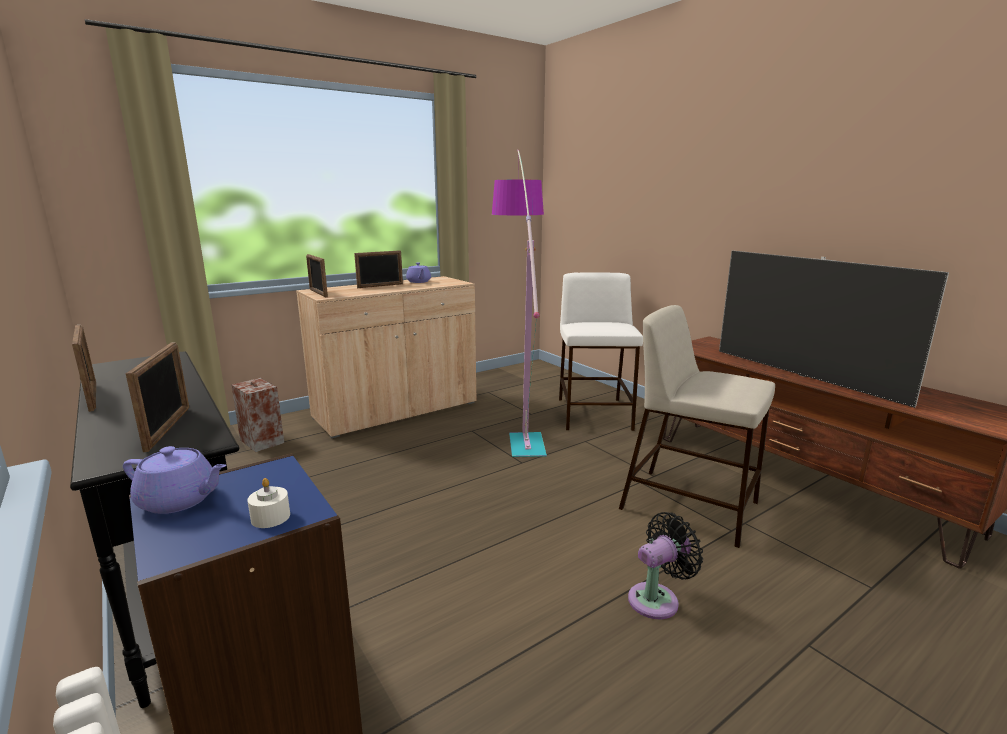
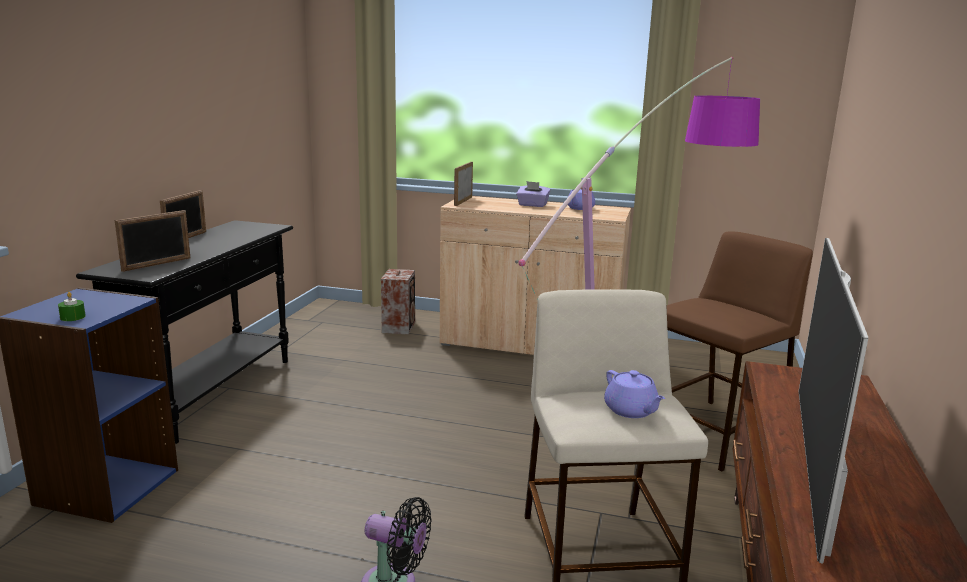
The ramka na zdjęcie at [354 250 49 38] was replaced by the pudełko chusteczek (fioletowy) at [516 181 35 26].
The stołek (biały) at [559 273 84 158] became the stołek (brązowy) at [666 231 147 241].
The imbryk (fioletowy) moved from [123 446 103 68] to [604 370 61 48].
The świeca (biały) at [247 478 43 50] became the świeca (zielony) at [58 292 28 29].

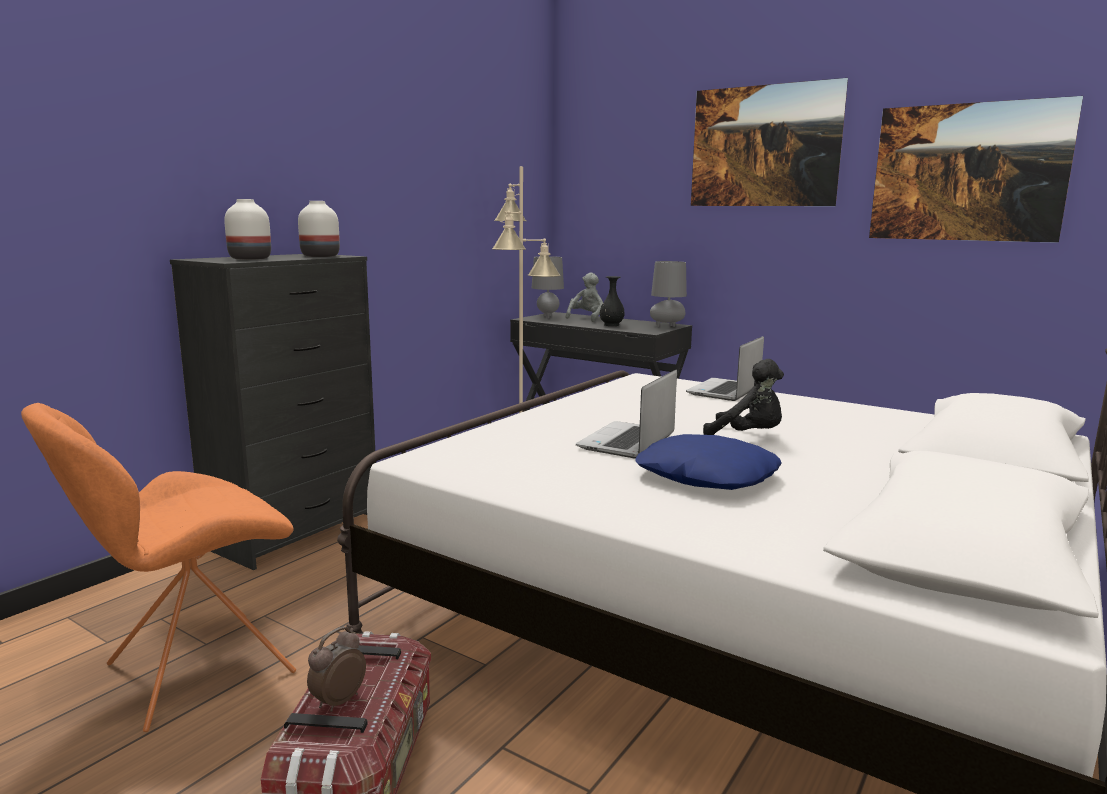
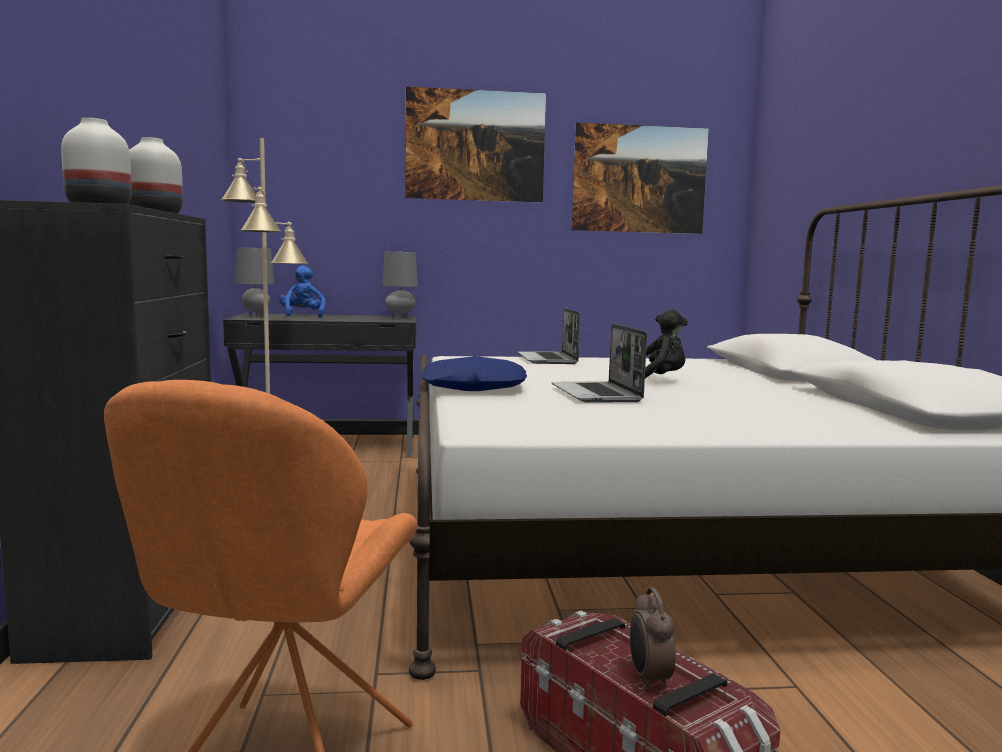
The pluszak (szary) at [565 272 38 50] became the pluszak (niebieski) at [279 266 47 52].
The wazon (czarny) at [600 276 25 50] disappeared.
The poduszka (niebieski) moved from [635 434 147 56] to [420 356 107 35].

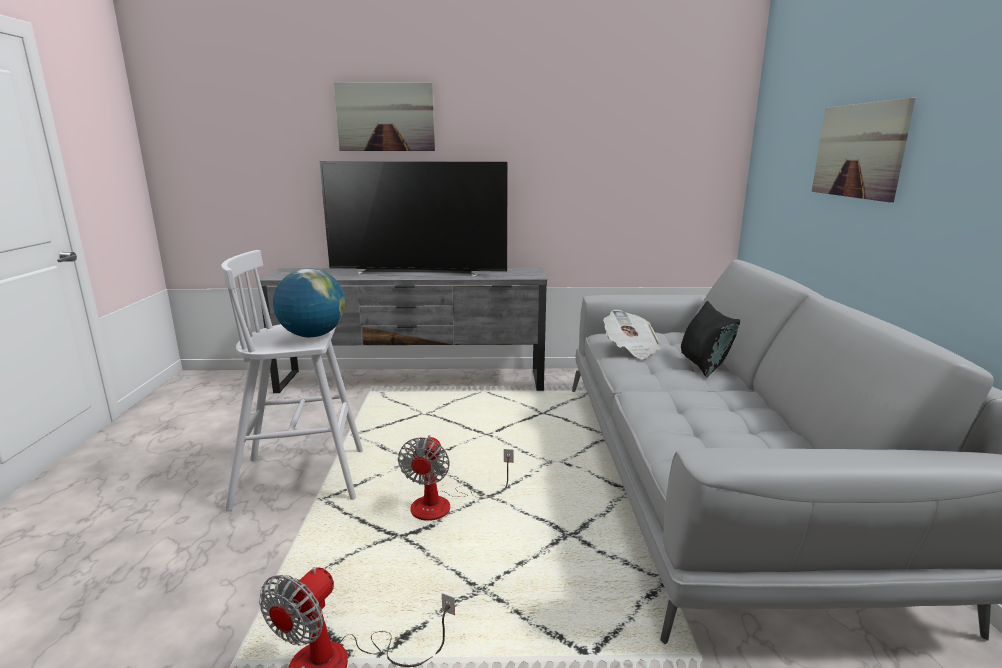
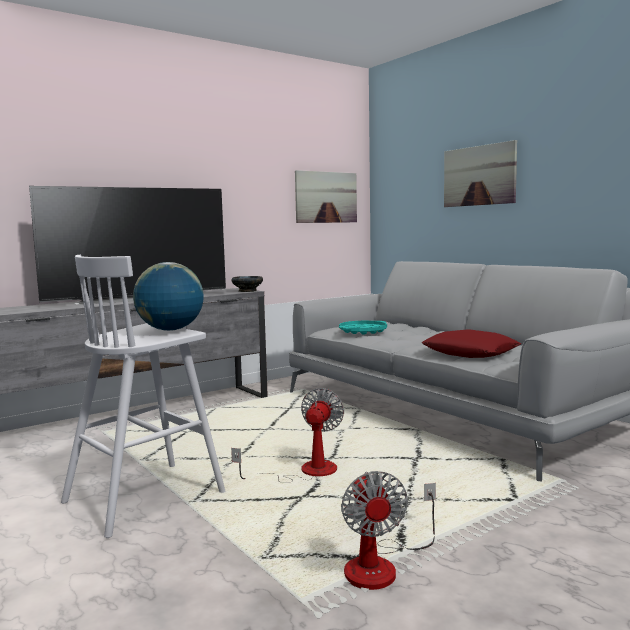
The obraz moved from [334 82 101 69] to [295 170 62 53].
The poduszka (czarny) at [681 301 59 76] disappeared.
The gazeta at [603 310 58 49] was replaced by the taca (turkusowy) at [339 321 48 14].
The wentylator at [398 435 116 86] turned 135 degrees counterclockwise.
The miska (czarny) at [231 276 32 16] appeared.
The poduszka (czerwony) at [421 329 100 29] appeared.

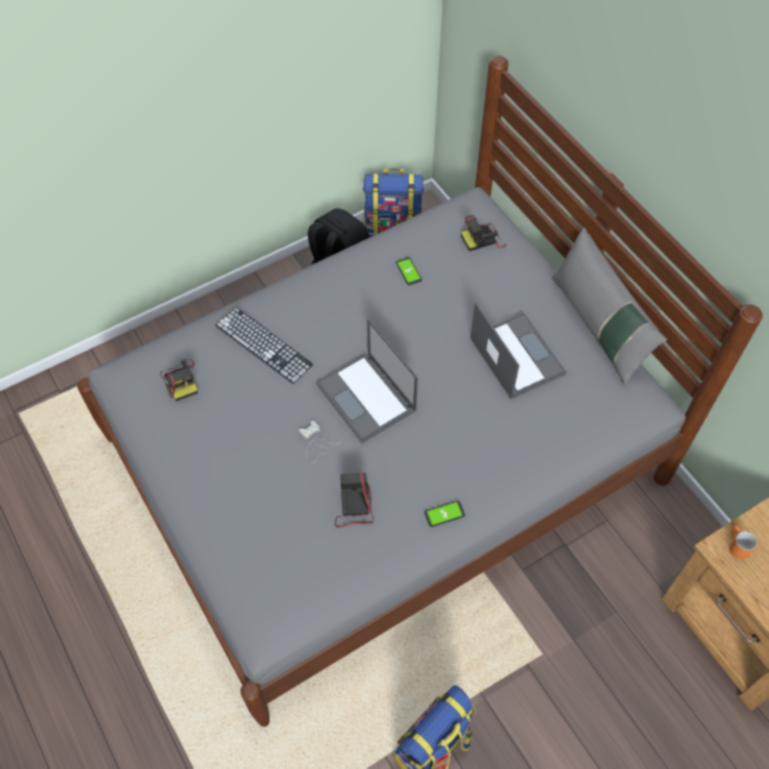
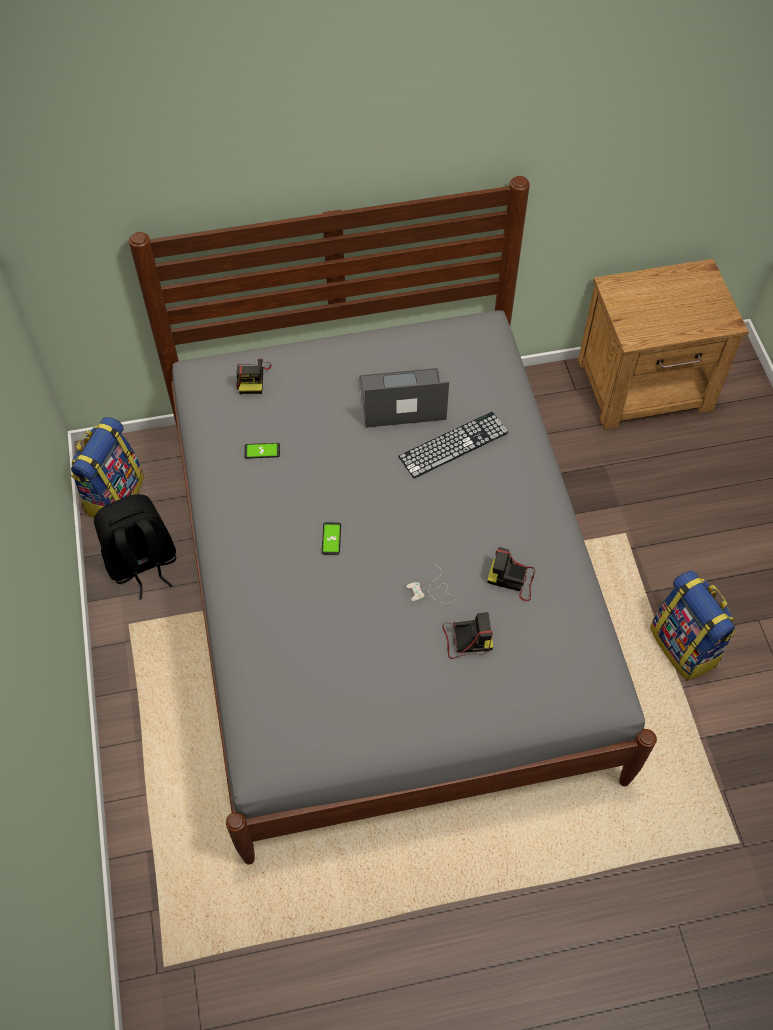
The poduszka (szary) at [552 228 115 159] disappeared.
The klawiatura moved from [215 307 98 77] to [398 412 111 66].
The laptop at [316 319 102 124] disappeared.
The aparat fotograficzny moved from [160 359 38 42] to [442 612 51 47].
The telefon moved from [424 501 41 26] to [322 522 19 33].
The kubek (pomarańczowy) at [729 525 28 34] disappeared.

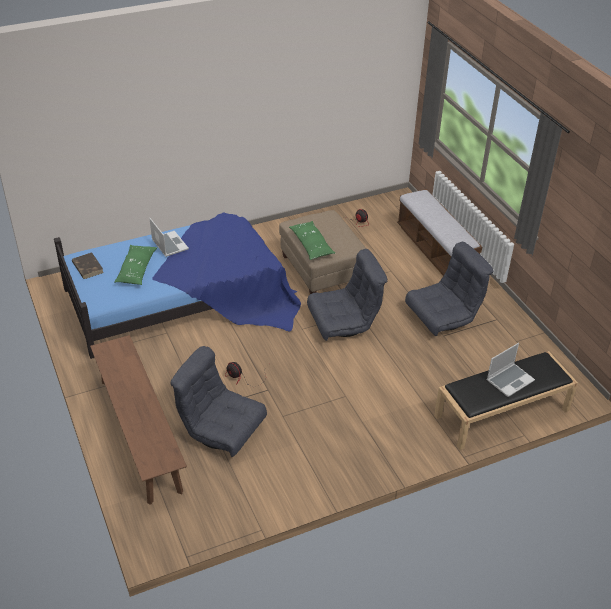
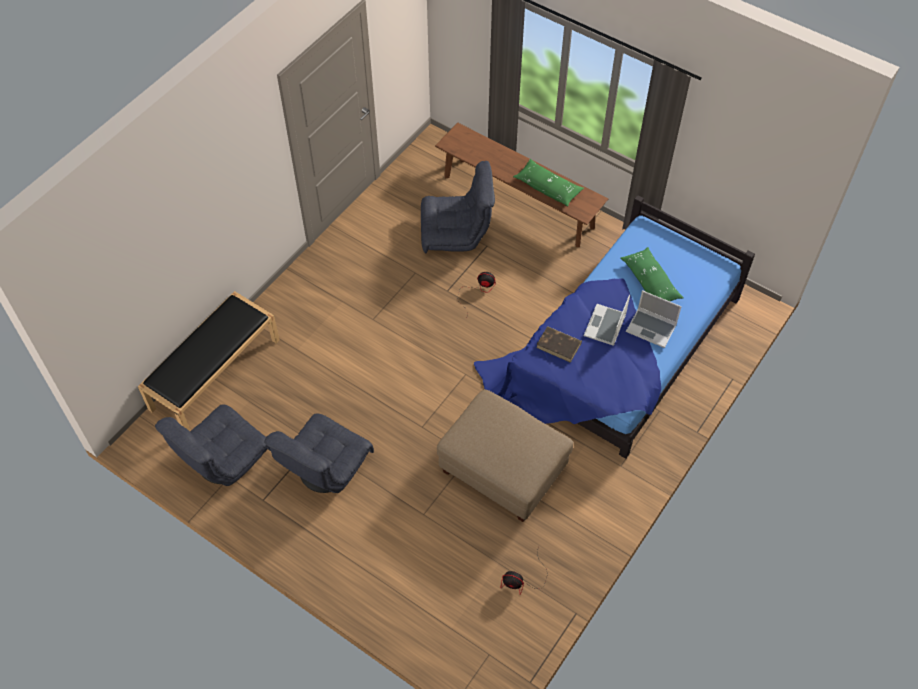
The ławka at [397 189 85 87] disappeared.
The poduszka (zielony) moved from [289 221 46 39] to [513 159 71 48].
The fotel (szary) moved from [307 249 80 92] to [155 404 116 82].
The książka (brązowy) moved from [72 252 32 27] to [536 326 46 37].
The laptop moved from [487 343 48 54] to [584 295 46 51].

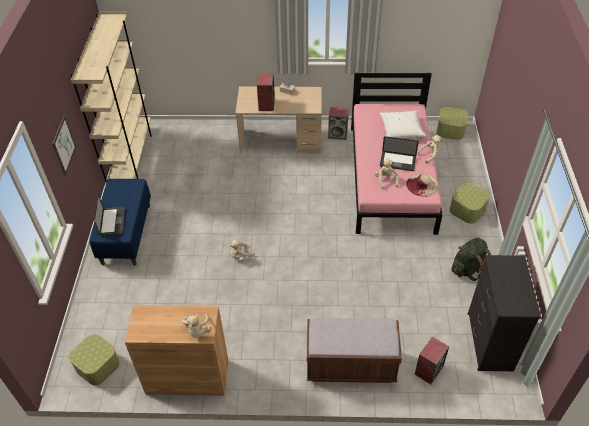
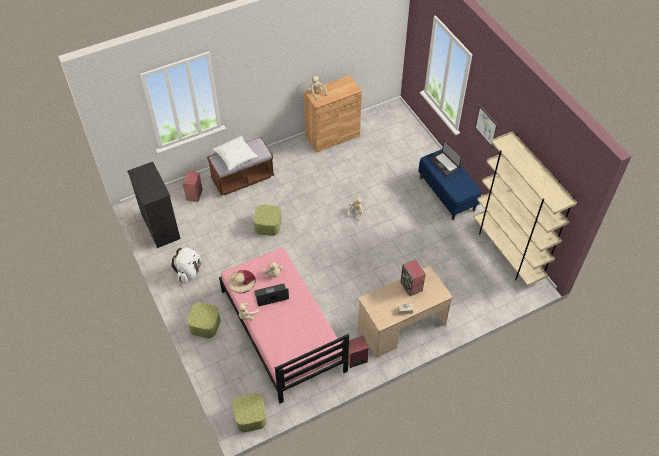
The poduszka (biały) moved from [380 111 46 28] to [213 136 45 34].
The plecak (zielony) at [451 238 40 43] became the plecak (biały) at [171 247 30 36].
The pojemnik do przechowywania moved from [69 334 50 52] to [253 204 29 32].

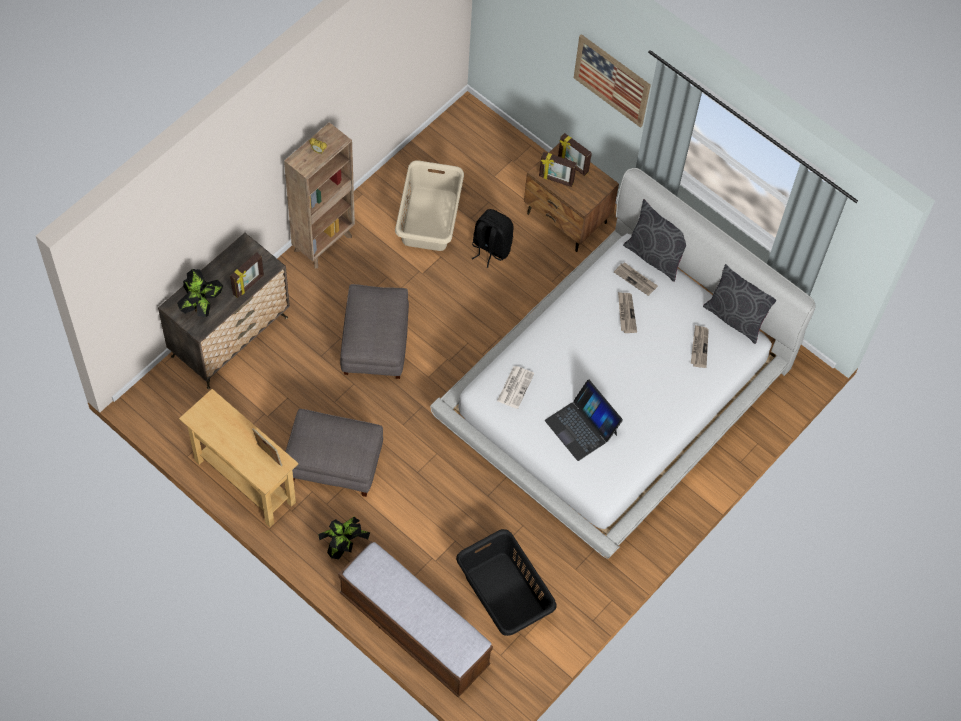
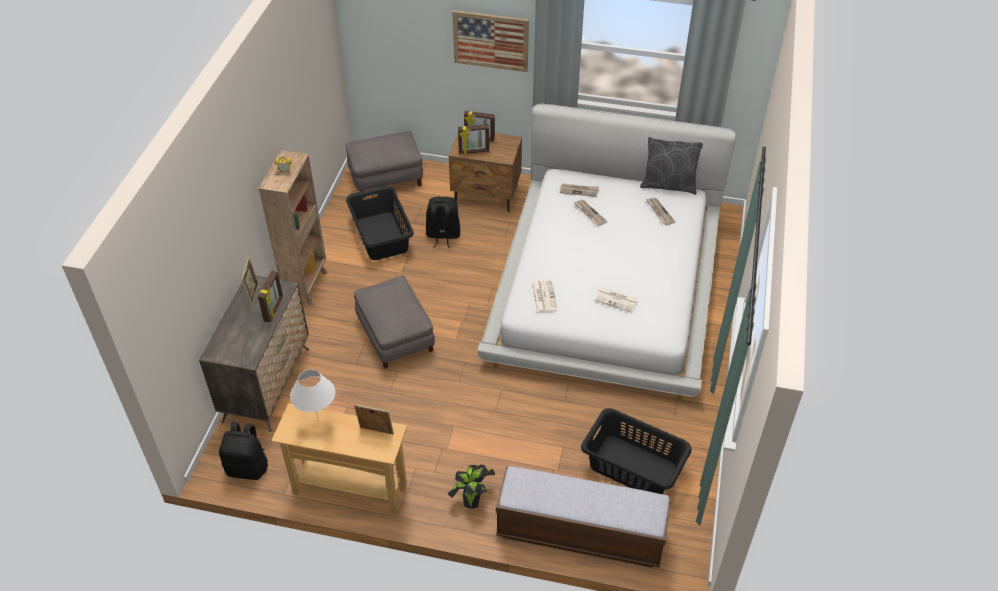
The kosz na pranie (beżowy) at [395 160 69 91] became the kosz na pranie (czarny) at [346 186 68 74].
The poduszka (szary) at [623 199 63 83] disappeared.
The roślina doniczkowa at [177 269 46 48] disappeared.
The laptop at [545 380 78 81] was replaced by the gazeta at [594 287 45 26].
The pufa (szary) moved from [285 409 98 88] to [346 131 77 67].
The ramka na zdjęcie at [241 257 18 49] appeared.
The lampa stołowa (biały) at [290 370 45 52] appeared.
The plecak (czarny) at [219 422 49 58] appeared.

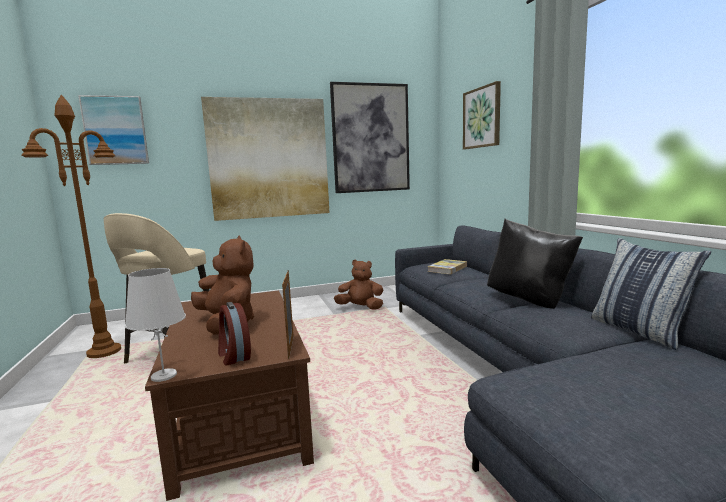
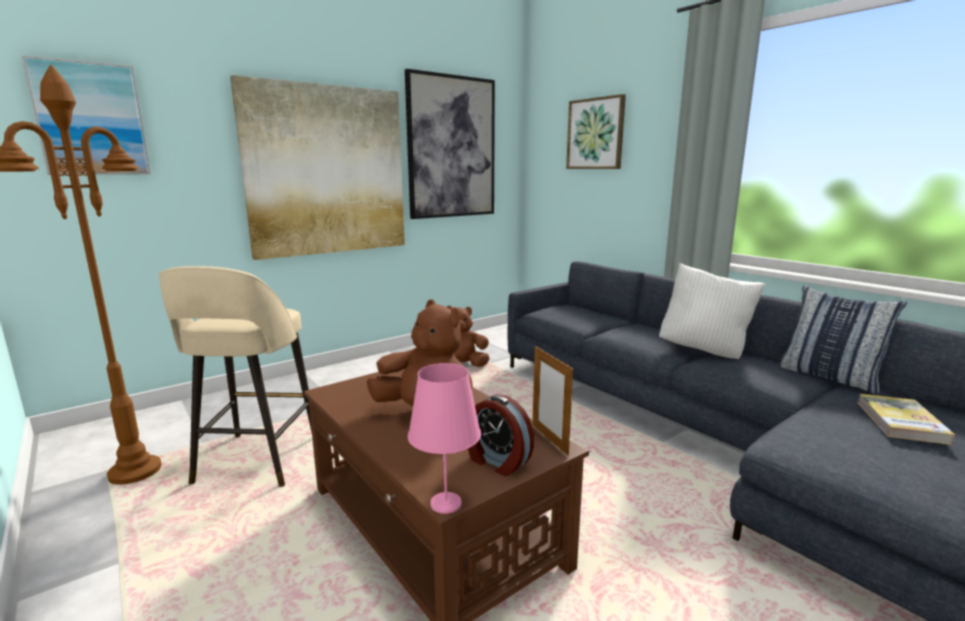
The poduszka (czarny) at [487 219 96 90] became the poduszka (biały) at [659 263 107 96].
The książka moved from [427 259 40 16] to [857 394 98 51].
The lampa stołowa (biały) at [125 268 61 114] became the lampa stołowa (różowy) at [408 363 73 151].

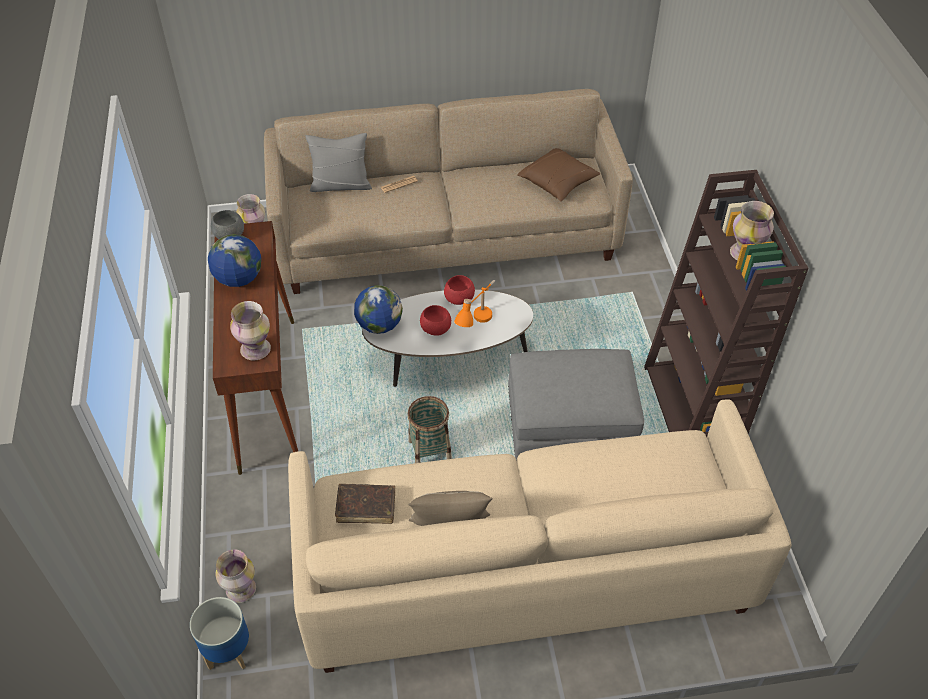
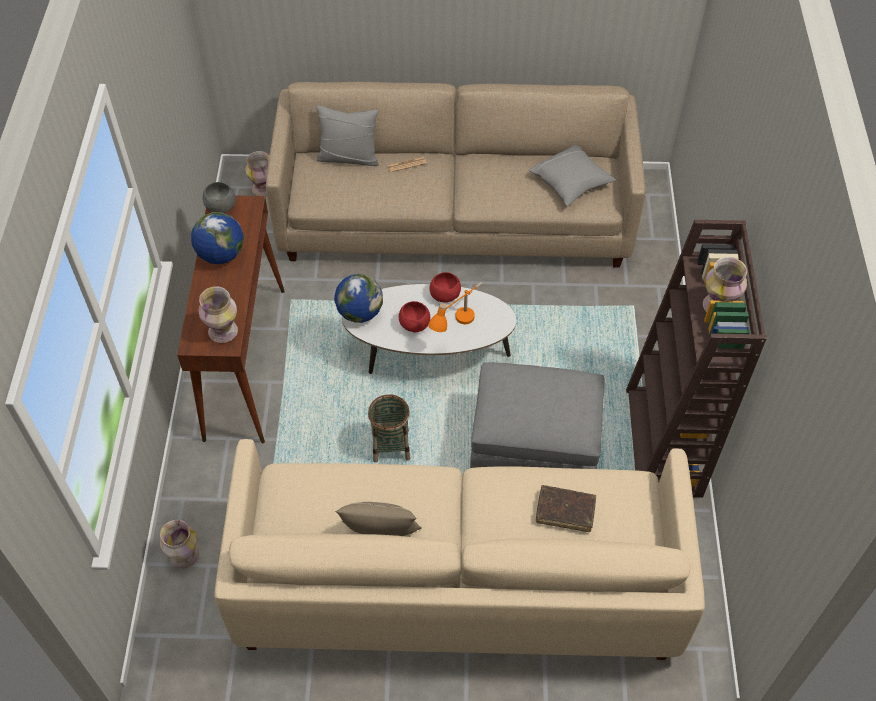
The poduszka (brązowy) at [517 148 83 53] became the poduszka (szary) at [529 145 87 61].
The książka (brązowy) moved from [335 484 60 40] to [536 485 60 47].
The donica at [190 597 59 73] disappeared.

